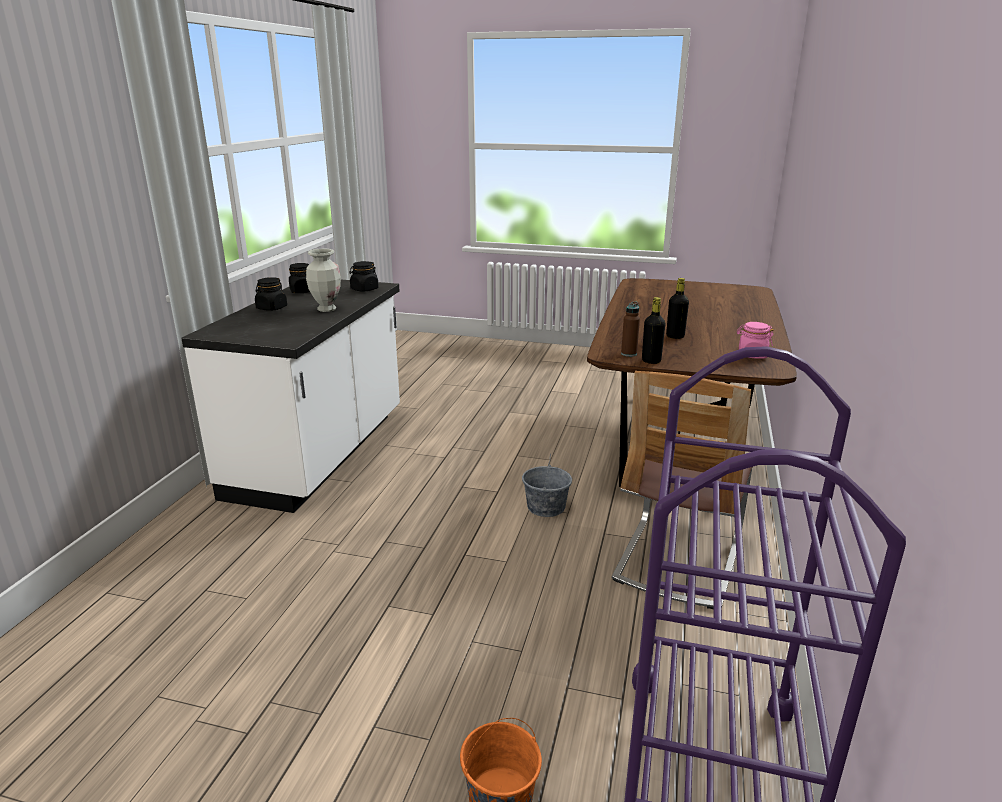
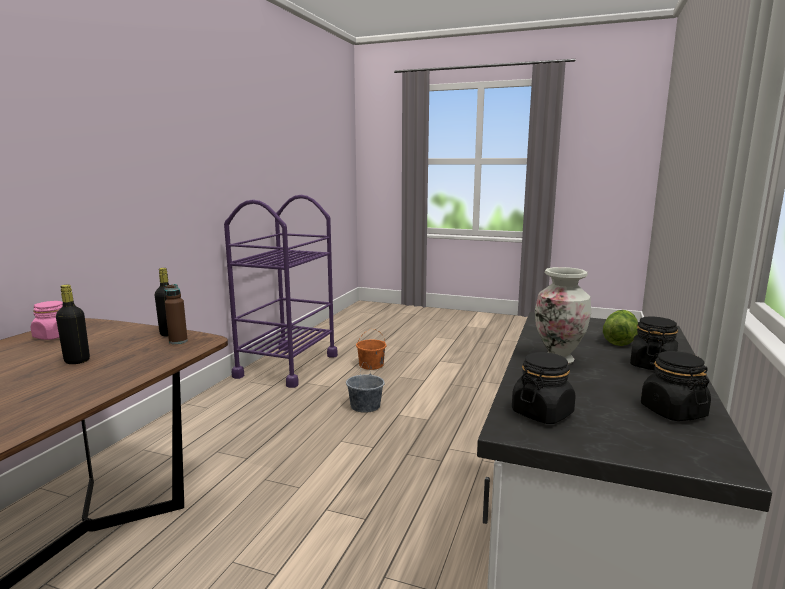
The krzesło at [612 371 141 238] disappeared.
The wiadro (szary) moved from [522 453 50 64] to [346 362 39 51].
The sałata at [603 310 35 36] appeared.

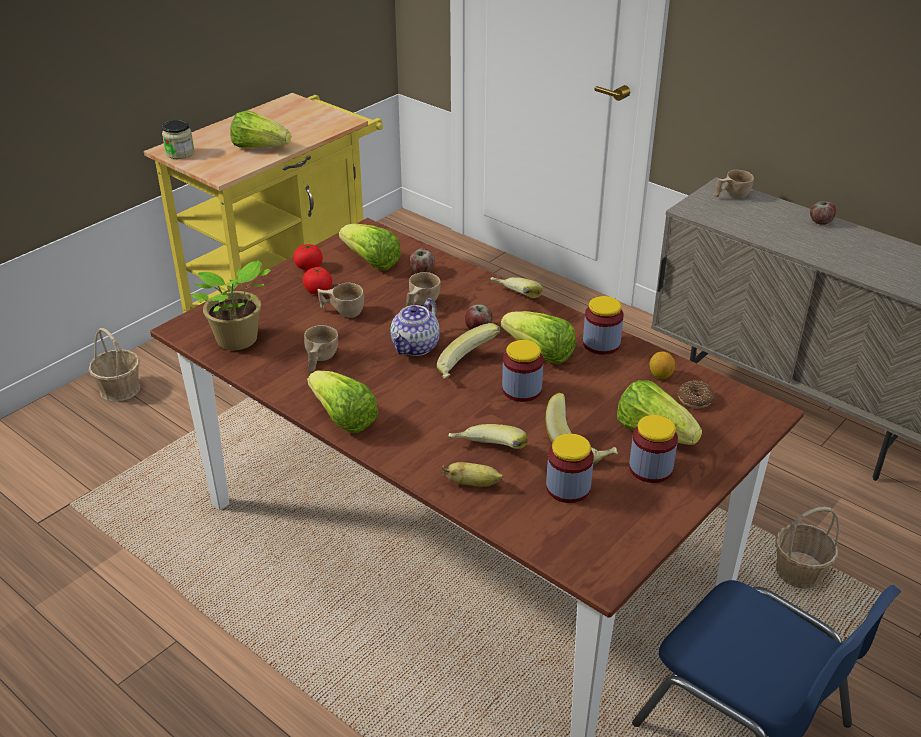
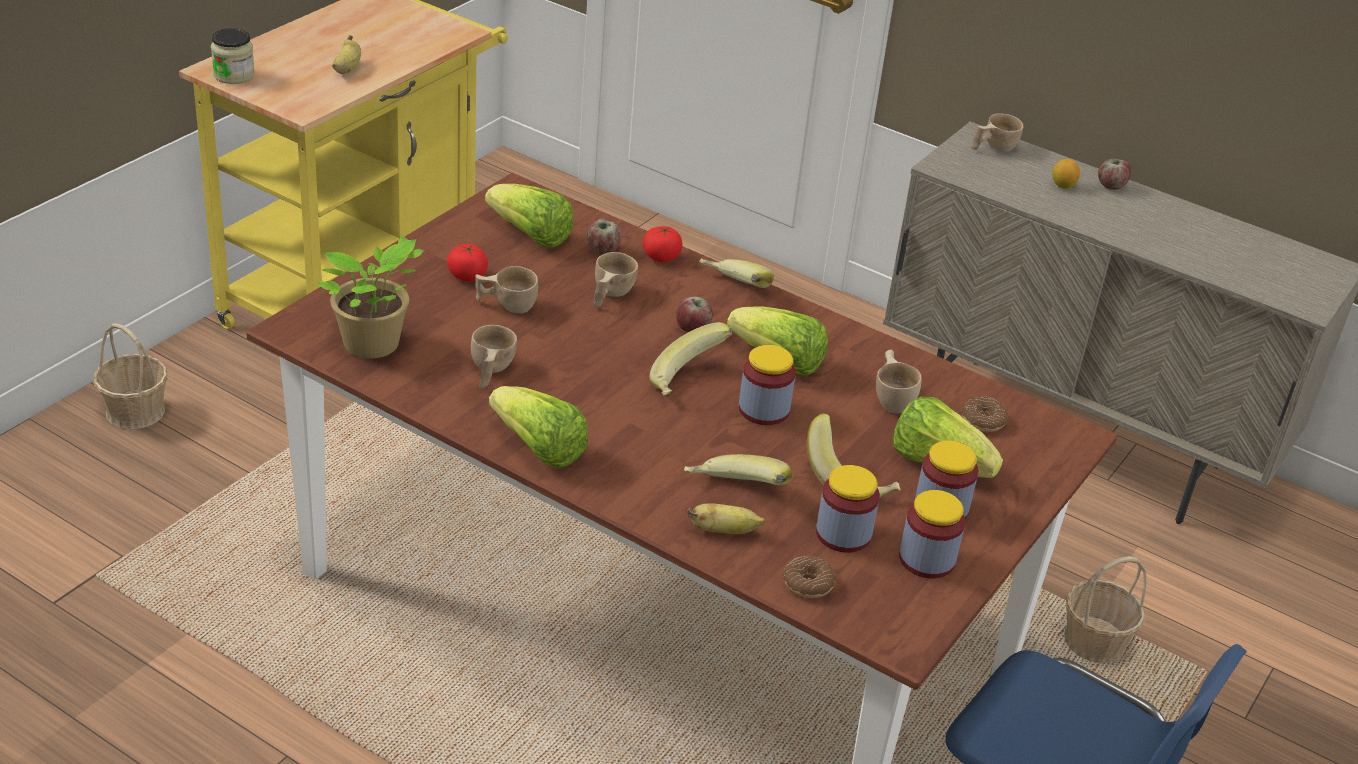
The sałata at [230 110 61 38] was replaced by the banan at [332 35 29 39].
The pomidor moved from [293 244 30 27] to [643 226 40 36].
The słoik moved from [583 296 41 59] to [899 490 66 89].
The imbryk at [390 298 50 58] disappeared.
The cytryna moved from [650 351 25 28] to [1053 159 27 30].
The filiżanka (beżowy) at [876 350 46 63] appeared.
The donut at [783 556 53 42] appeared.

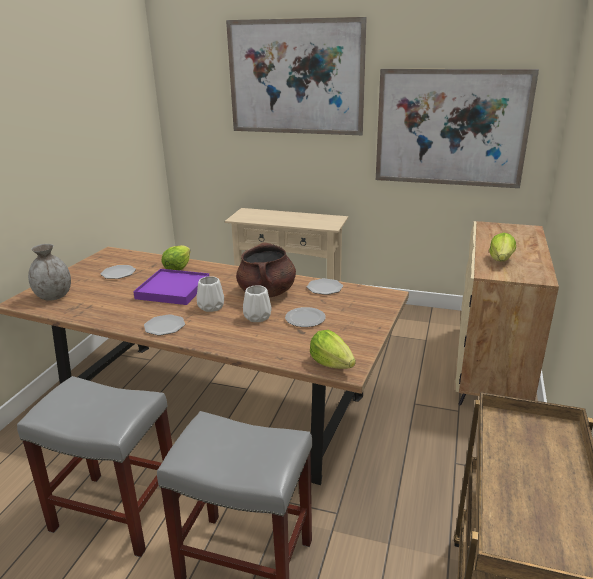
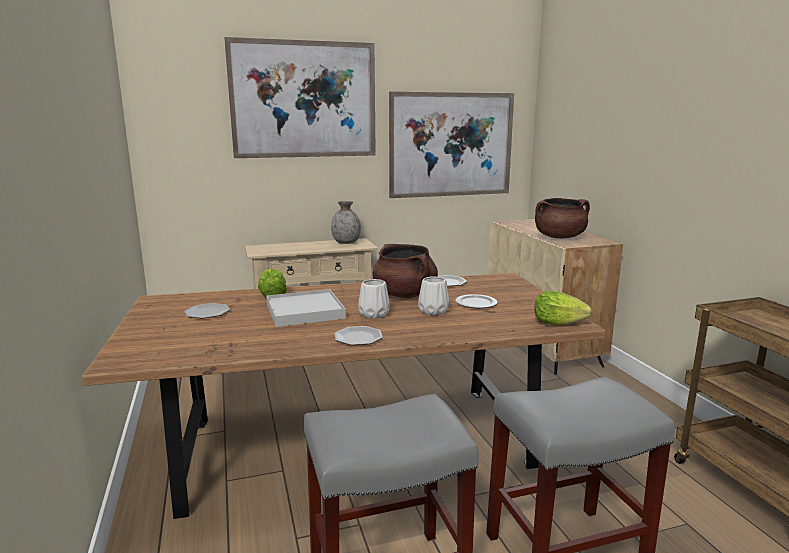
The sałata at [489 233 27 28] was replaced by the garnek (brązowy) at [535 198 55 40].
The wazon (szary) moved from [28 244 43 57] to [331 201 30 43].
The taca (fioletowy) at [133 269 76 36] became the taca (biały) at [266 289 80 38].

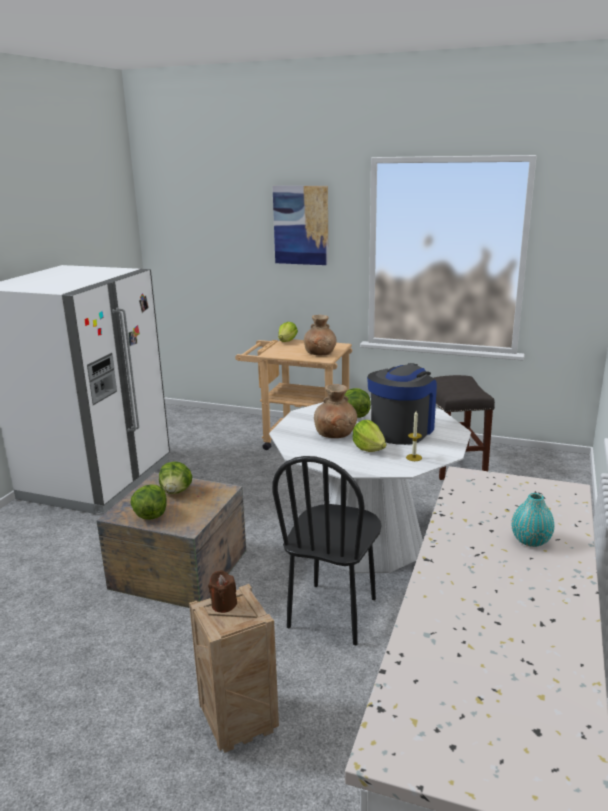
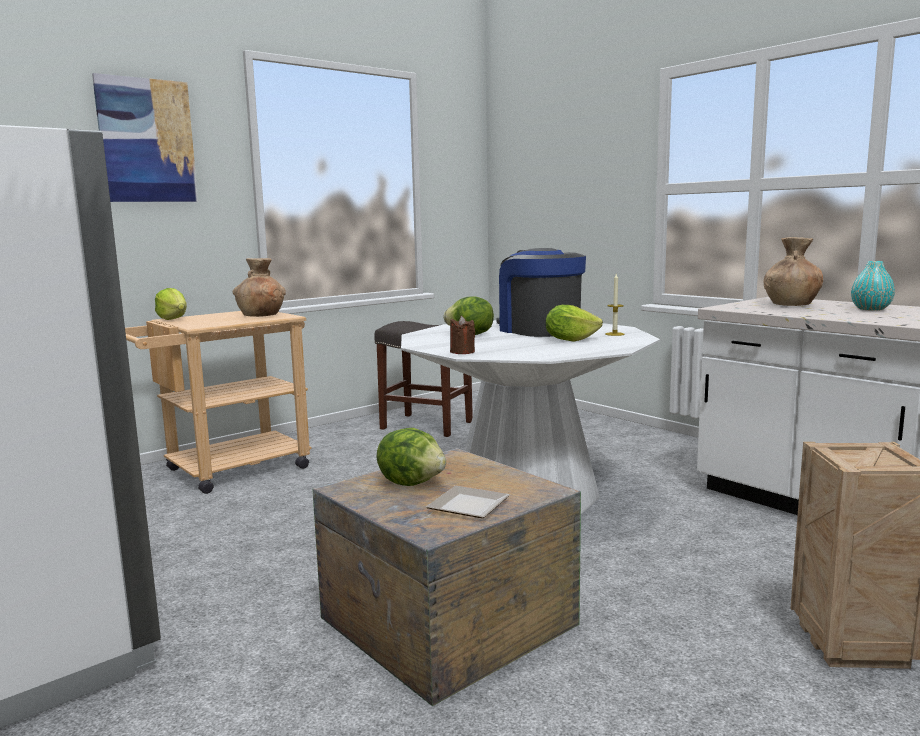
The wazon (brązowy) moved from [314 384 43 54] to [763 237 60 69].
The krzesło (czarny) at [272 456 110 189] disappeared.
The sałata at [130 484 37 36] was replaced by the talerz at [426 486 84 32].
The świeca (brązowy) moved from [208 570 29 43] to [450 316 25 38].

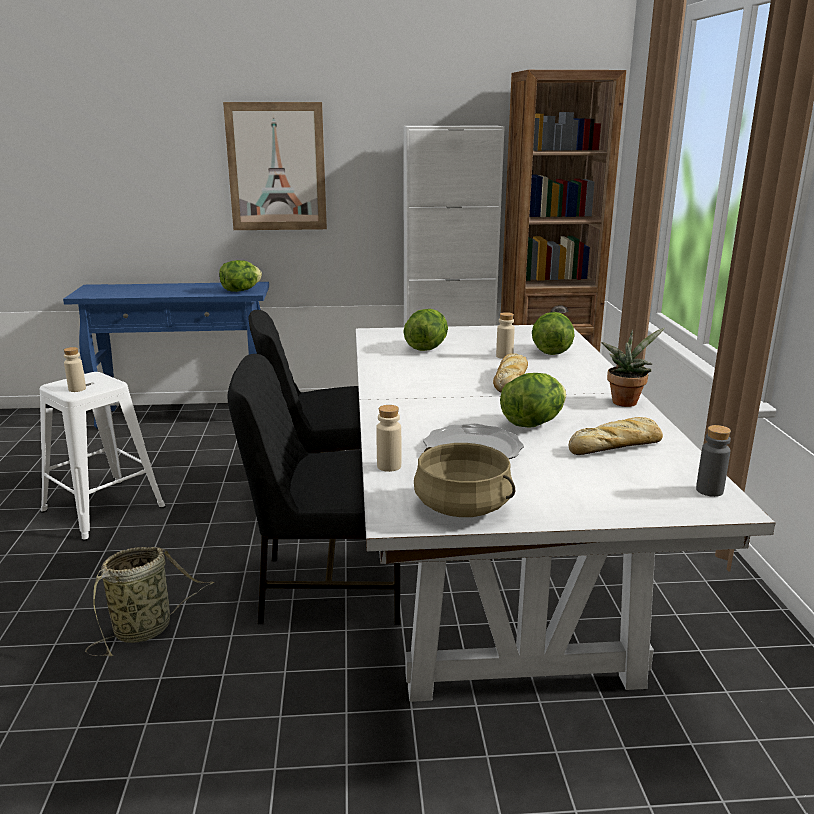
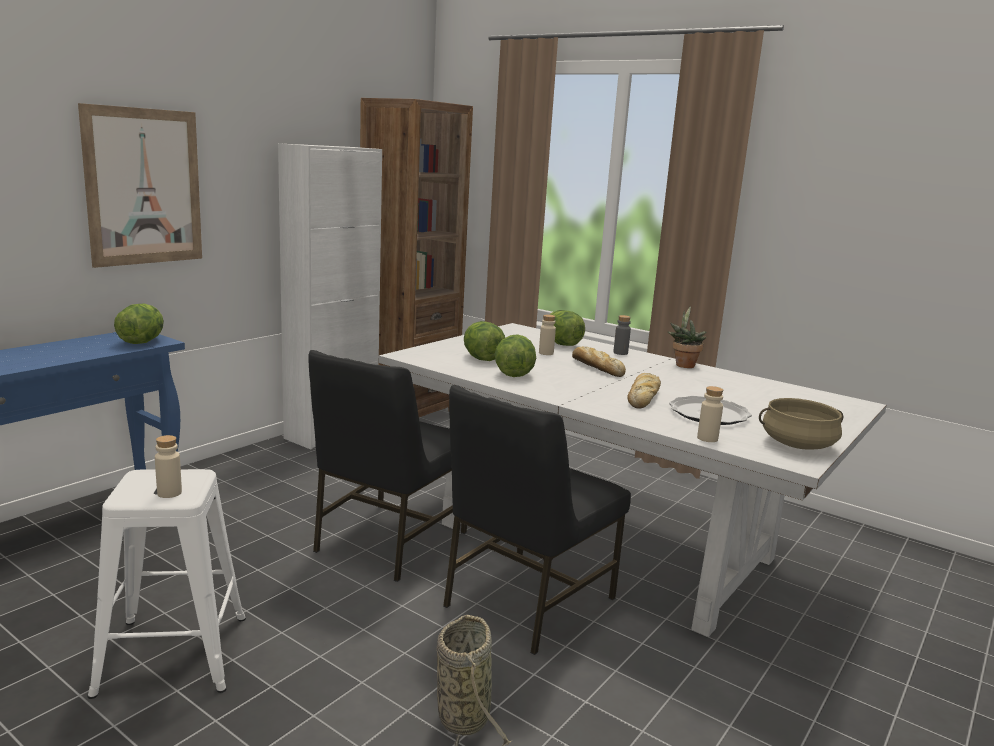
The sałata moved from [500 373 66 55] to [495 334 41 43].
The chleb moved from [568 417 95 38] to [627 373 34 36].
The butelka (szary) moved from [696 425 35 72] to [613 315 18 40].

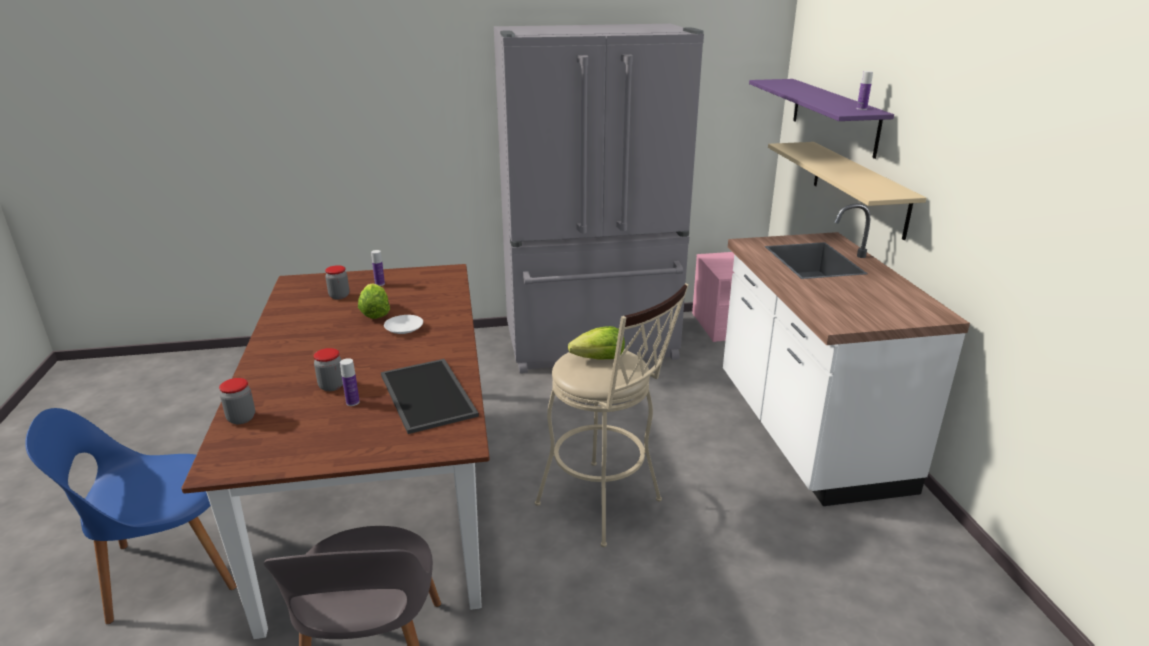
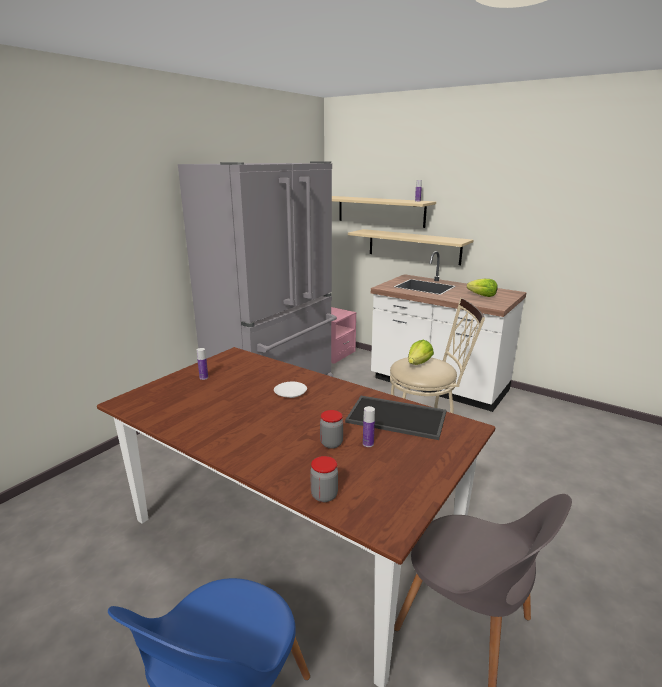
The półka (fioletowy) at [749 79 145 80] became the półka (beżowy) at [332 196 104 32].
The słoik at [325 265 25 34] disappeared.
The sałata moved from [358 283 32 36] to [467 279 31 18].

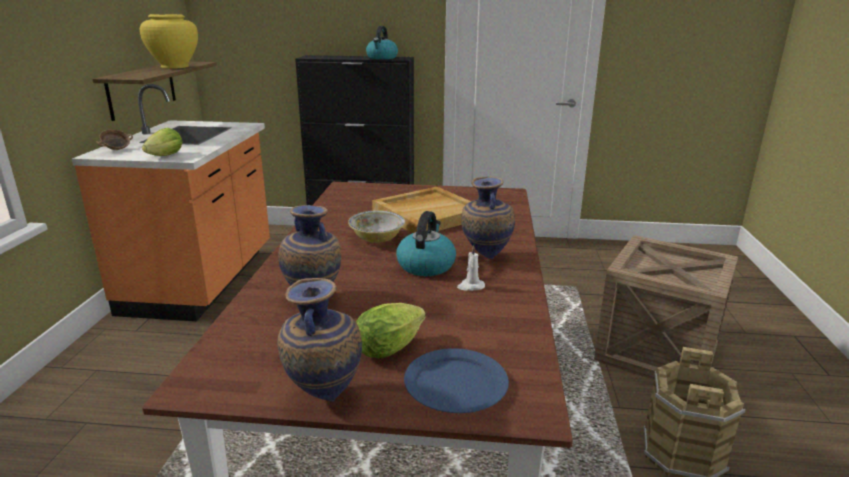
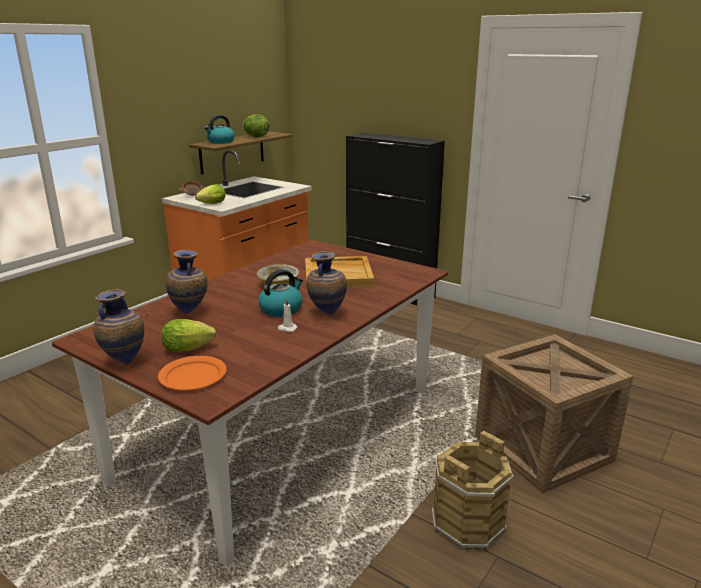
The wazon (żółty) at [140 14 58 55] was replaced by the sałata at [242 114 27 23].
The czajnik moved from [366 26 32 33] to [204 115 31 29].
The talerz (niebieski) at [404 348 105 65] became the talerz (pomarańczowy) at [158 356 69 34].

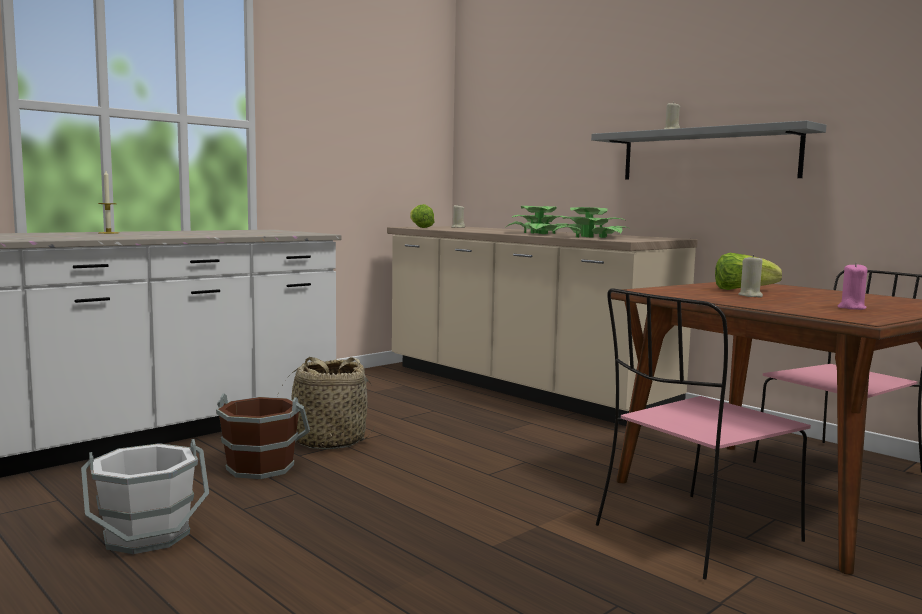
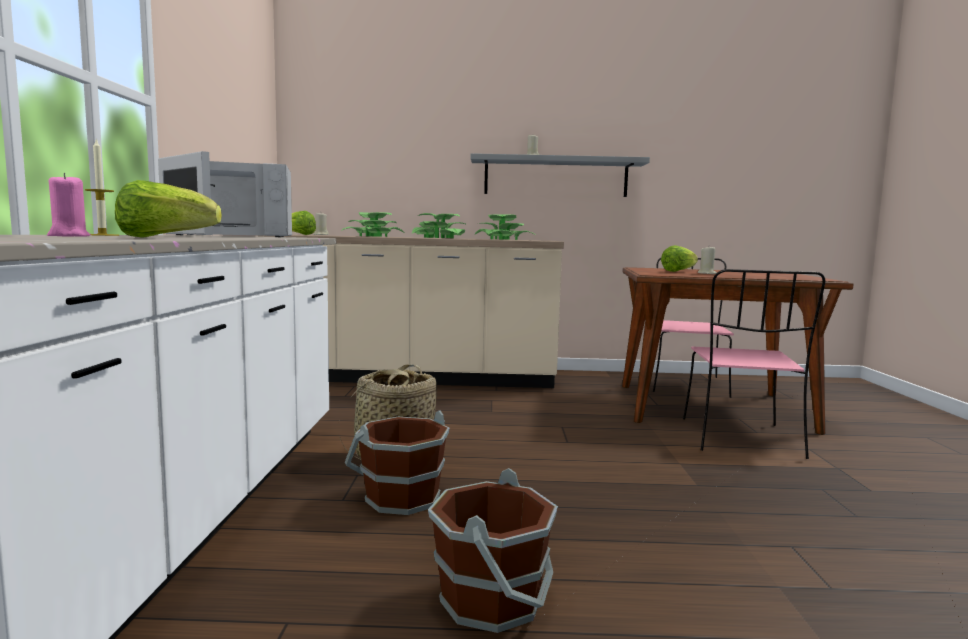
The świeca (różowy) moved from [837 263 30 47] to [47 173 44 63].
The wiadro (biały) at [81 439 128 115] became the wiadro (brązowy) at [428 468 130 165].
The mikrofalówka (biały) at [158 151 134 86] appeared.
The sałata at [115 180 107 58] appeared.
The roślina doniczkowa at [341 212 62 25] appeared.

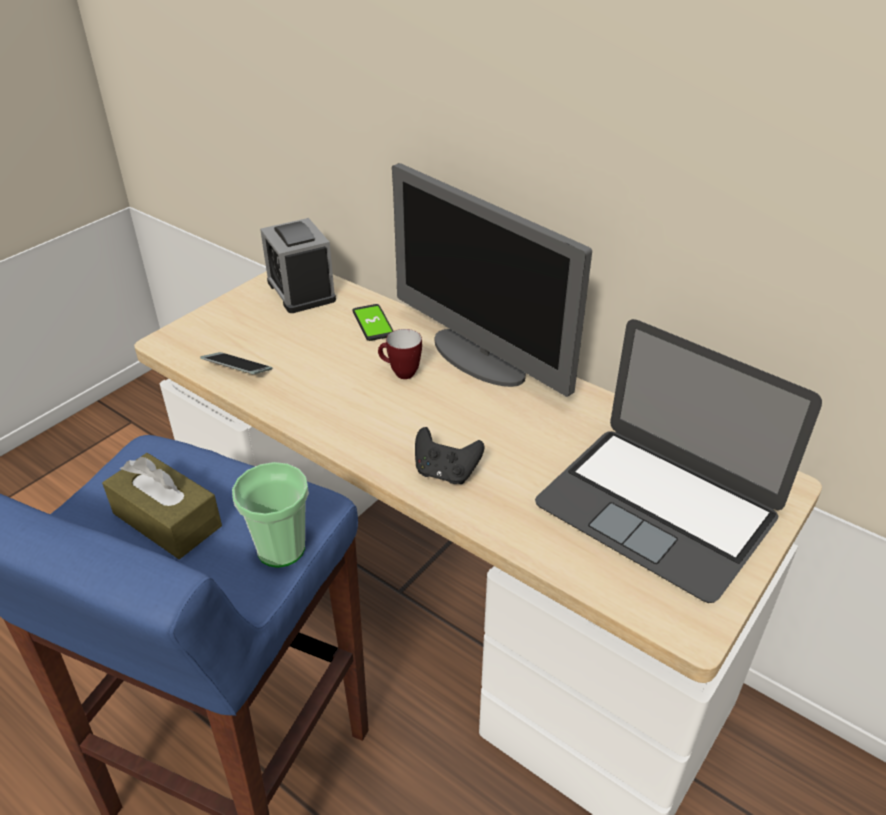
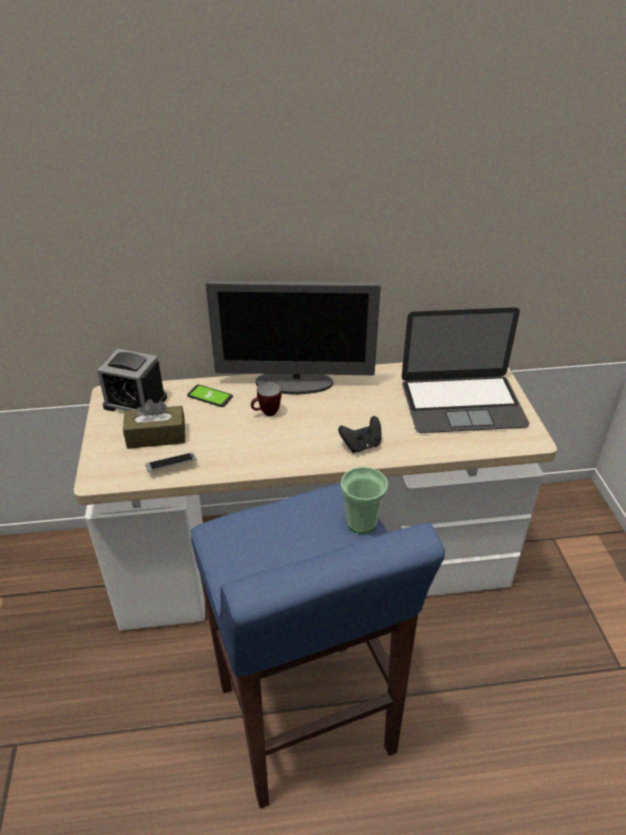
The pudełko chusteczek (brązowy) moved from [102 453 120 106] to [123 399 62 50].

